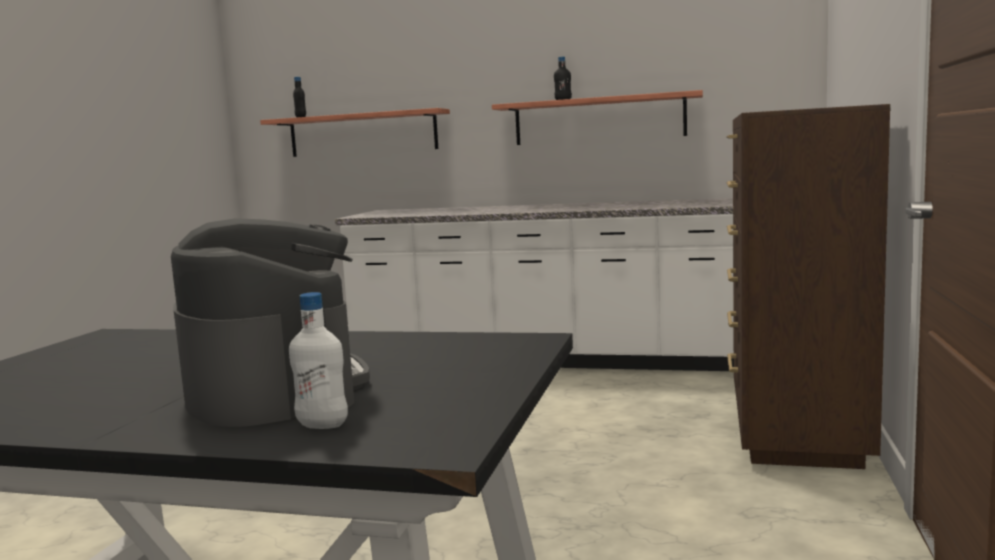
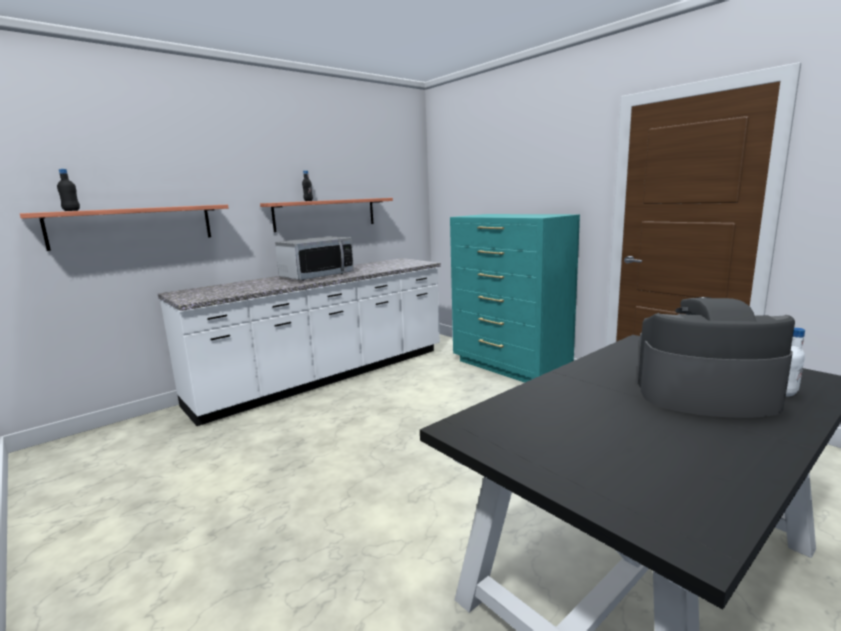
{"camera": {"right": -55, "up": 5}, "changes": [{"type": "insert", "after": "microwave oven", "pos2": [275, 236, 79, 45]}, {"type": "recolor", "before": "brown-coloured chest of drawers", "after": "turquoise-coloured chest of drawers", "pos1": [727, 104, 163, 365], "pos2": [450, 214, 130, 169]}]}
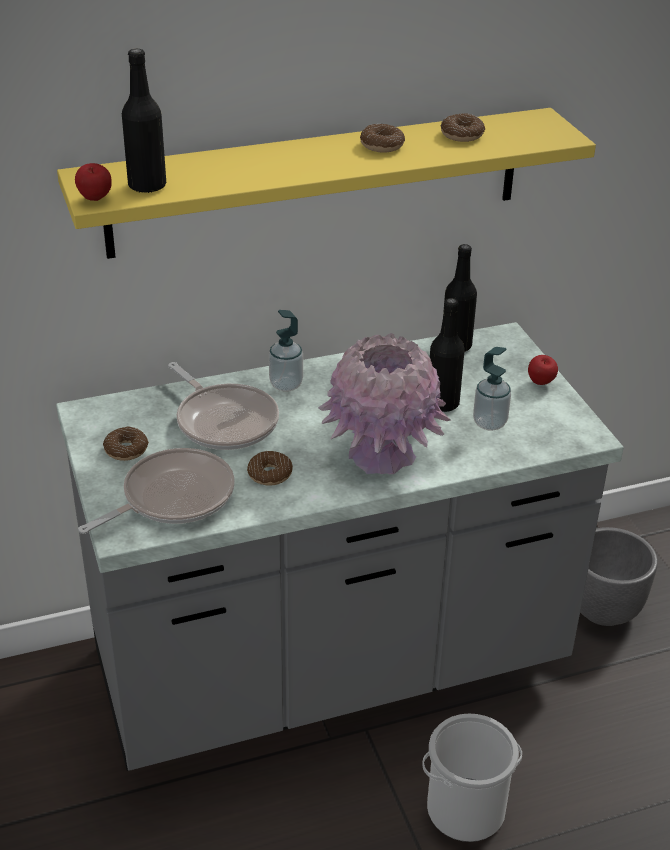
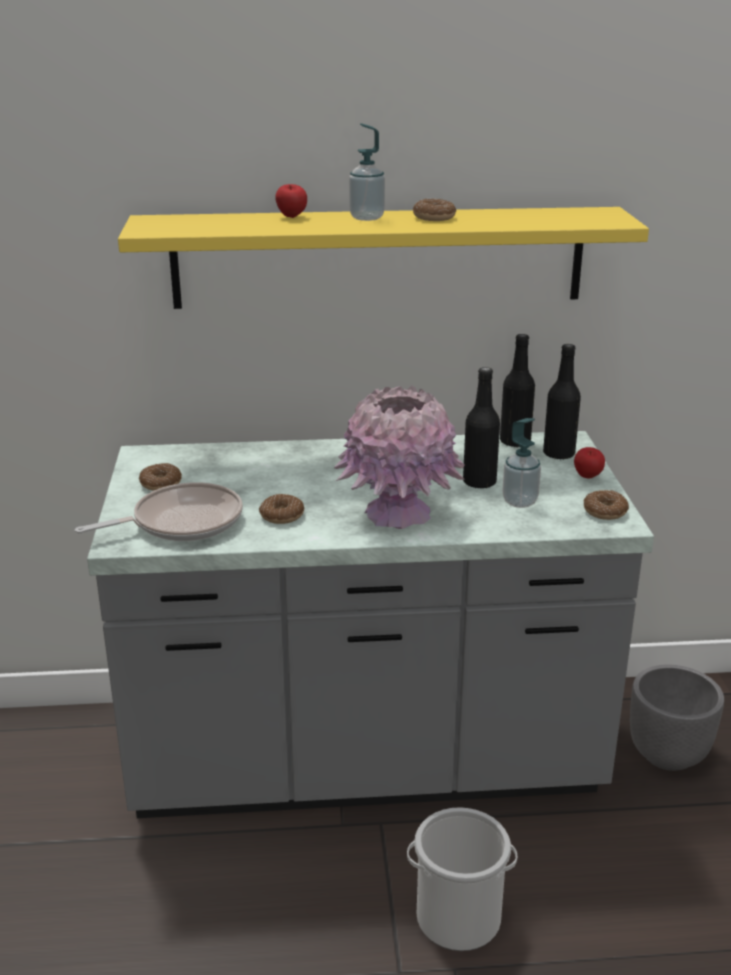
{"camera": {"right": 15, "up": -10}, "changes": [{"type": "move", "before": "apple fruit", "pos1": [75, 163, 37, 38], "pos2": [275, 184, 32, 34]}, {"type": "move", "before": "soap dispenser", "pos1": [269, 310, 34, 82], "pos2": [349, 123, 36, 98]}, {"type": "move", "before": "black drink bottle", "pos1": [122, 49, 44, 144], "pos2": [543, 344, 38, 116]}, {"type": "move", "before": "doughnut", "pos1": [440, 113, 45, 29], "pos2": [584, 490, 45, 30]}, {"type": "delete", "before": "skillet", "pos1": [168, 362, 111, 88]}]}
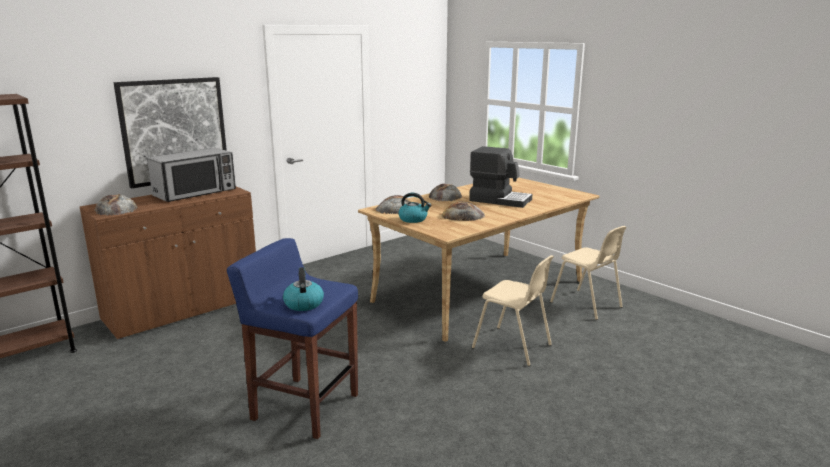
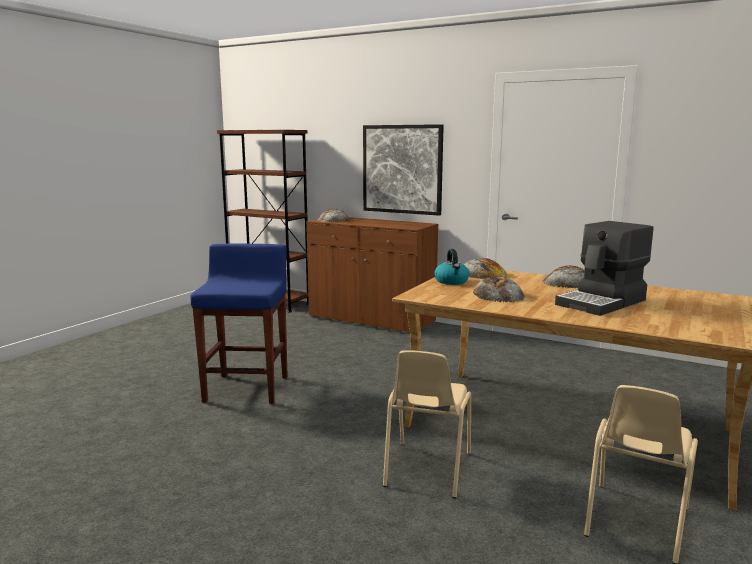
{"camera": {"right": 70, "up": -5}, "changes": [{"type": "rotate", "before": "coffee maker", "pos1": [469, 146, 63, 62], "pos2": [555, 221, 98, 95], "turn": 45}, {"type": "delete", "before": "microwave oven", "pos1": [147, 148, 89, 54]}, {"type": "delete", "before": "kettle", "pos1": [283, 267, 41, 44]}]}
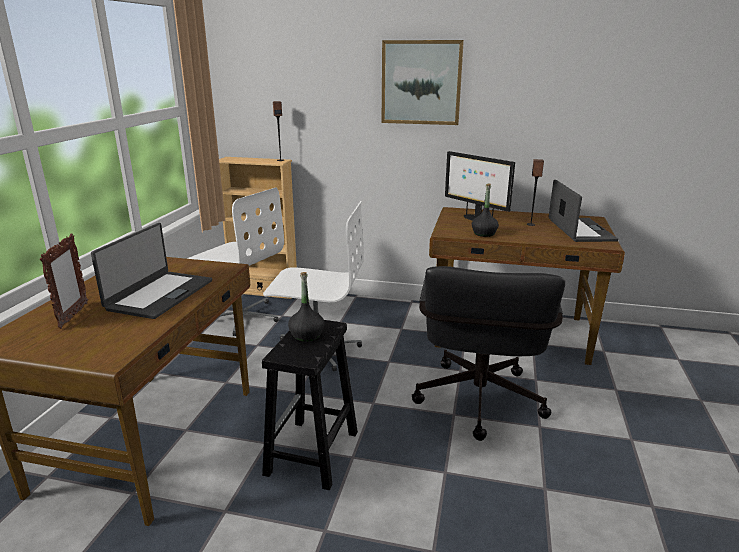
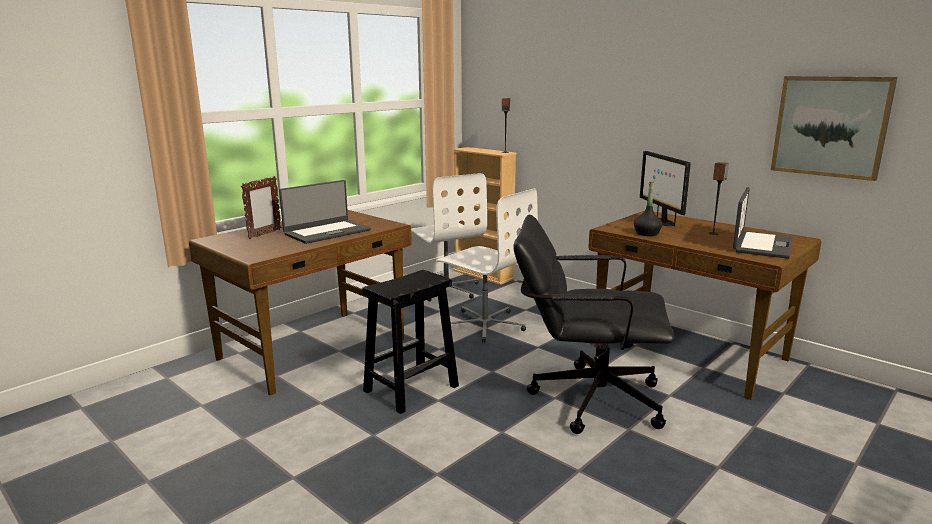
{"camera": {"right": 30, "up": -5}, "changes": [{"type": "rotate", "before": "black desk chair", "pos1": [412, 266, 153, 175], "pos2": [513, 215, 161, 219], "turn": 60}, {"type": "move", "before": "wall art", "pos1": [382, 40, 82, 85], "pos2": [771, 76, 126, 105]}, {"type": "delete", "before": "black drink bottle", "pos1": [288, 272, 36, 70]}]}
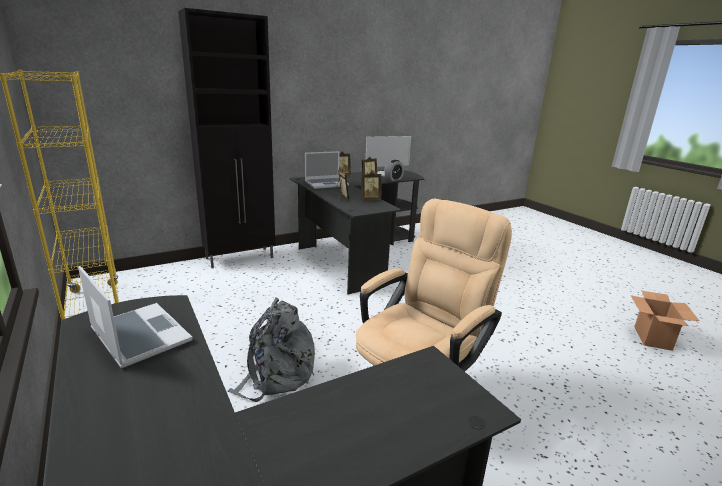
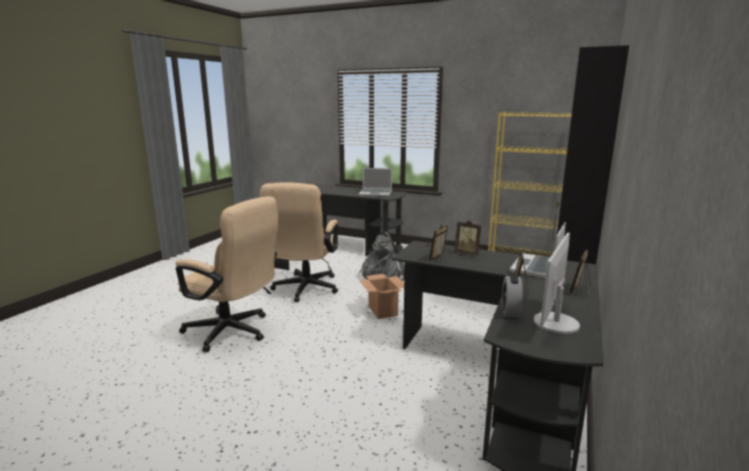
{"camera": {"right": 145, "up": -5}, "changes": [{"type": "insert", "after": "sand-coloured desk chair", "pos2": [176, 196, 103, 156]}, {"type": "move", "before": "carton", "pos1": [631, 291, 68, 60], "pos2": [359, 274, 45, 45]}]}
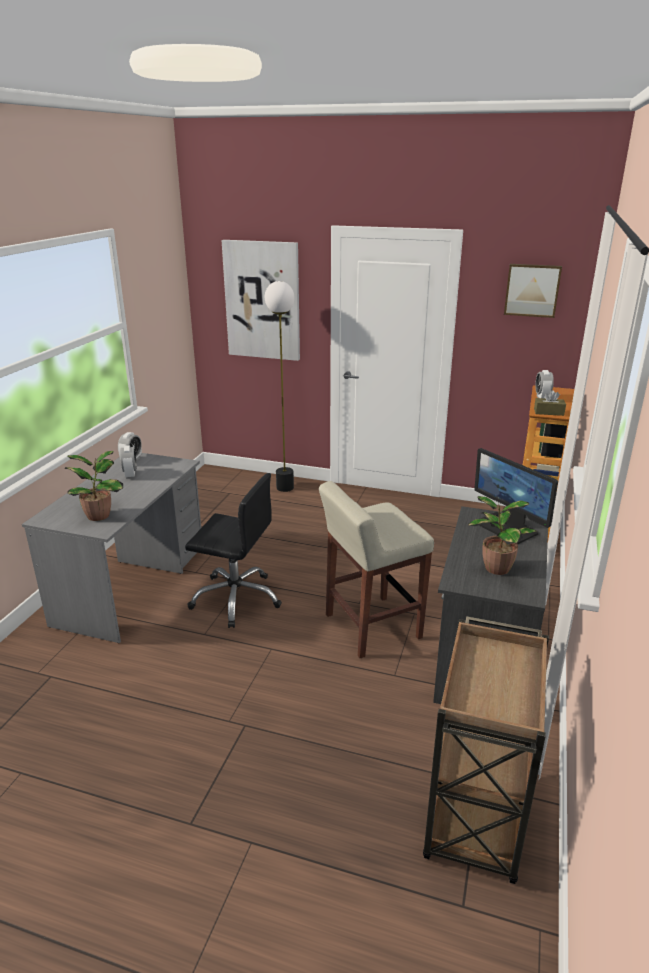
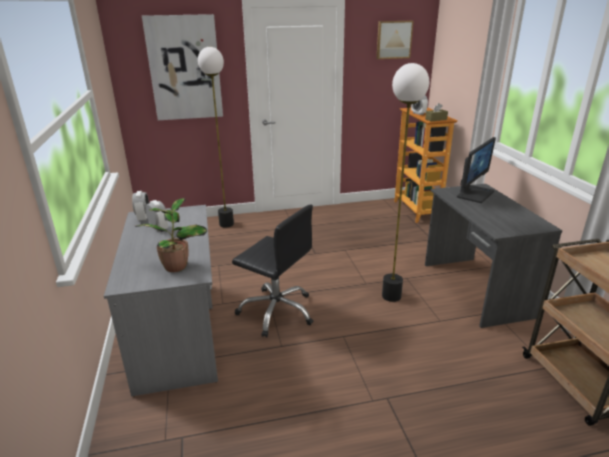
{"camera": {"right": -30, "up": 0}, "changes": [{"type": "rotate", "before": "black desk chair", "pos1": [185, 473, 97, 155], "pos2": [232, 204, 81, 133], "turn": 45}, {"type": "replace", "before": "sand-coloured stool seat", "after": "standing lamp", "pos1": [319, 481, 115, 177], "pos2": [382, 63, 47, 239]}, {"type": "rotate", "before": "monitor", "pos1": [474, 448, 84, 96], "pos2": [457, 137, 39, 66], "turn": -75}, {"type": "delete", "before": "potted plant", "pos1": [468, 496, 68, 79]}]}
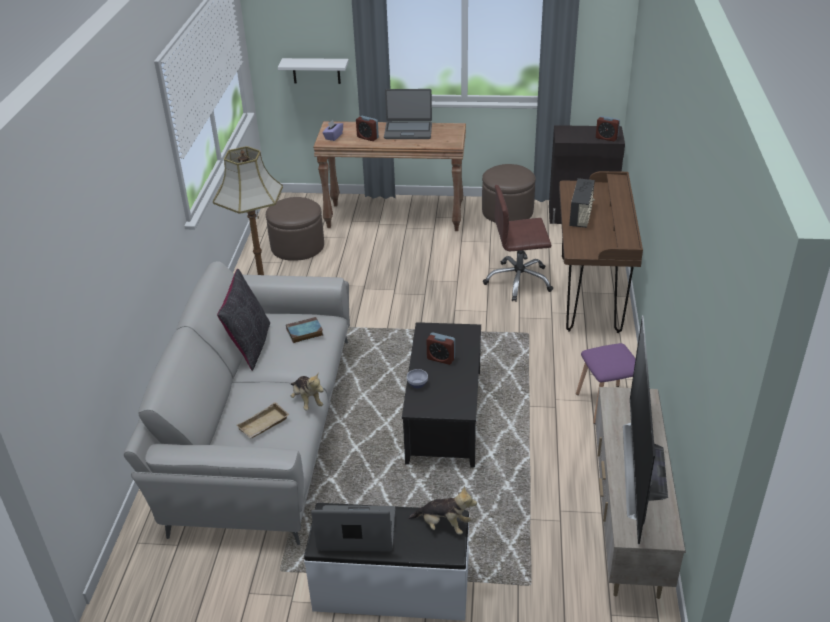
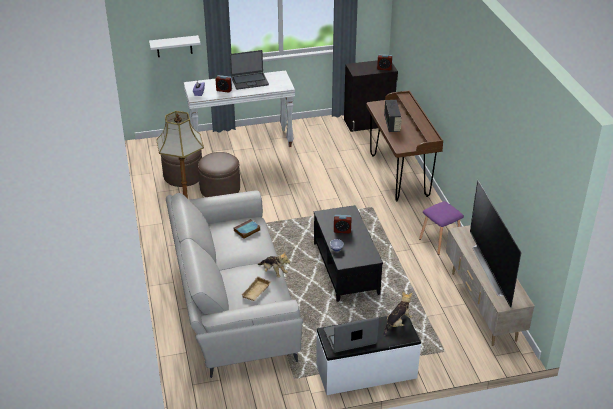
{"camera": {"right": -20, "up": 0}, "changes": [{"type": "recolor", "before": "brown-coloured console table", "after": "white-coloured console table", "pos1": [313, 121, 153, 110], "pos2": [184, 70, 111, 77]}, {"type": "move", "before": "brown-coloured footrest", "pos1": [482, 164, 54, 59], "pos2": [198, 152, 42, 45]}, {"type": "rotate", "before": "soft toy", "pos1": [408, 486, 69, 49], "pos2": [384, 292, 28, 43], "turn": -45}, {"type": "delete", "before": "black pillow", "pos1": [217, 269, 53, 102]}, {"type": "delete", "before": "brown-coloured desk chair", "pos1": [483, 185, 70, 117]}]}
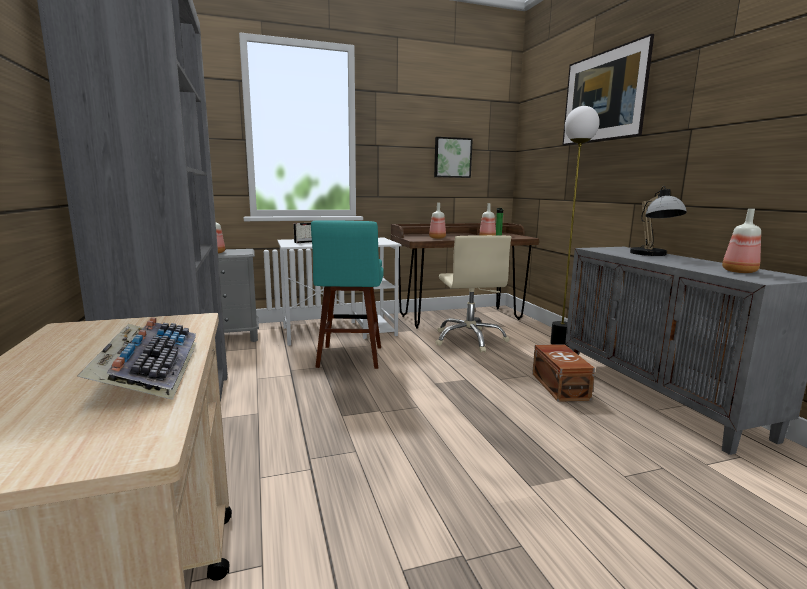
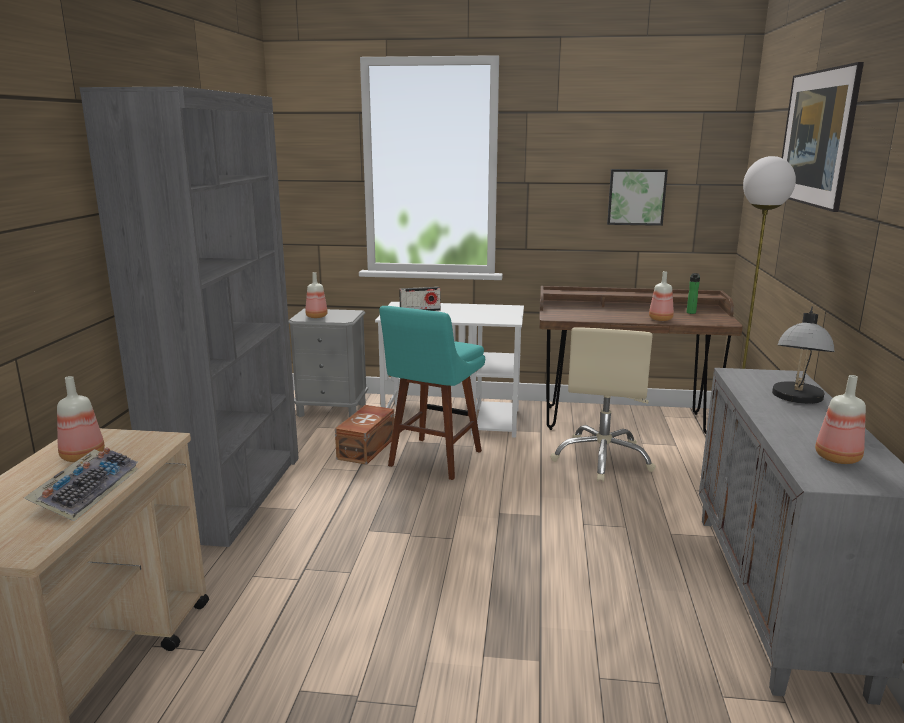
{"camera": {"right": 25, "up": 5}, "changes": [{"type": "move", "before": "drink bottle", "pos1": [429, 203, 17, 36], "pos2": [57, 376, 48, 86]}, {"type": "move", "before": "brown-coloured storage bin", "pos1": [532, 344, 63, 58], "pos2": [335, 405, 59, 60]}]}
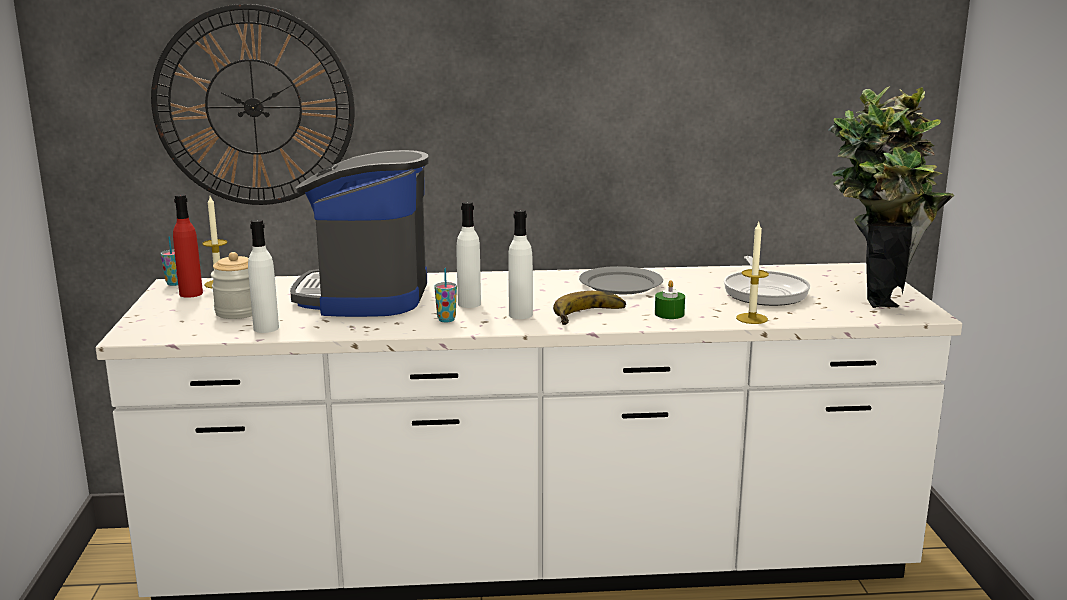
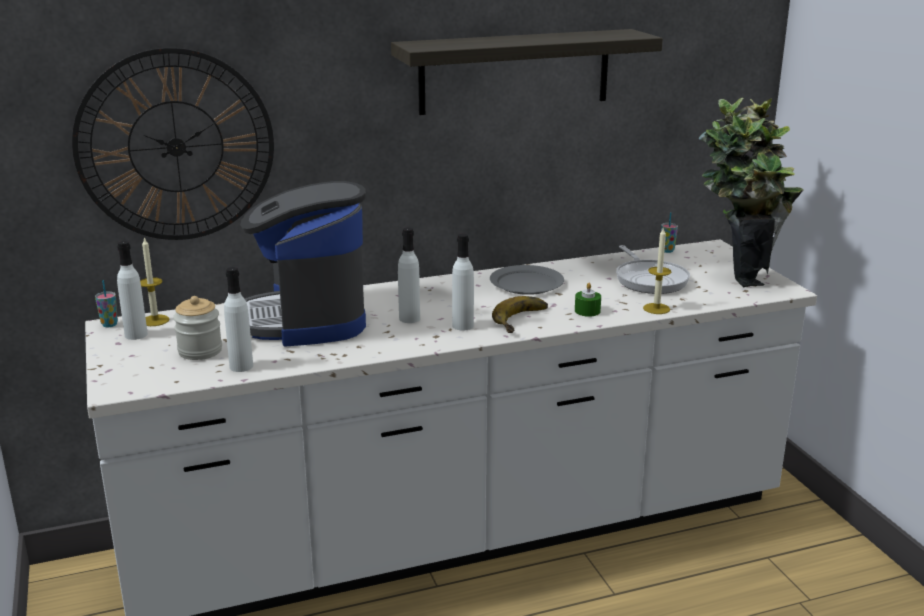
{"camera": {"right": -15, "up": 5}, "changes": [{"type": "recolor", "before": "red drink bottle", "after": "white-coloured drink bottle", "pos1": [173, 194, 30, 104], "pos2": [117, 241, 31, 99]}, {"type": "insert", "after": "wall shelf", "pos2": [391, 29, 272, 86]}, {"type": "move", "before": "small cup", "pos1": [434, 268, 23, 54], "pos2": [661, 212, 17, 41]}]}
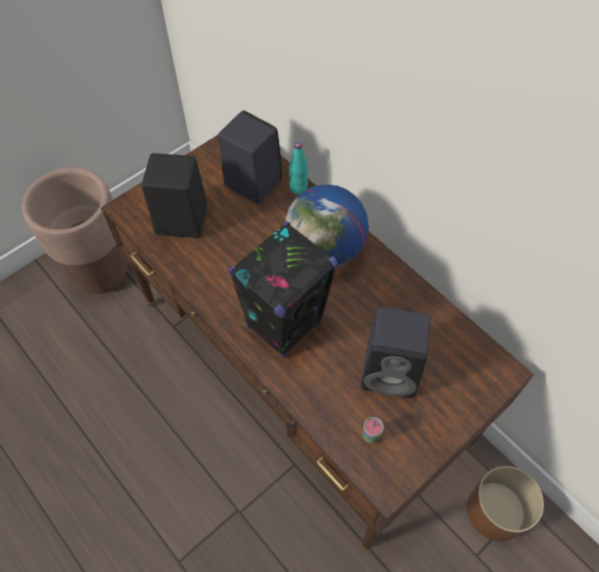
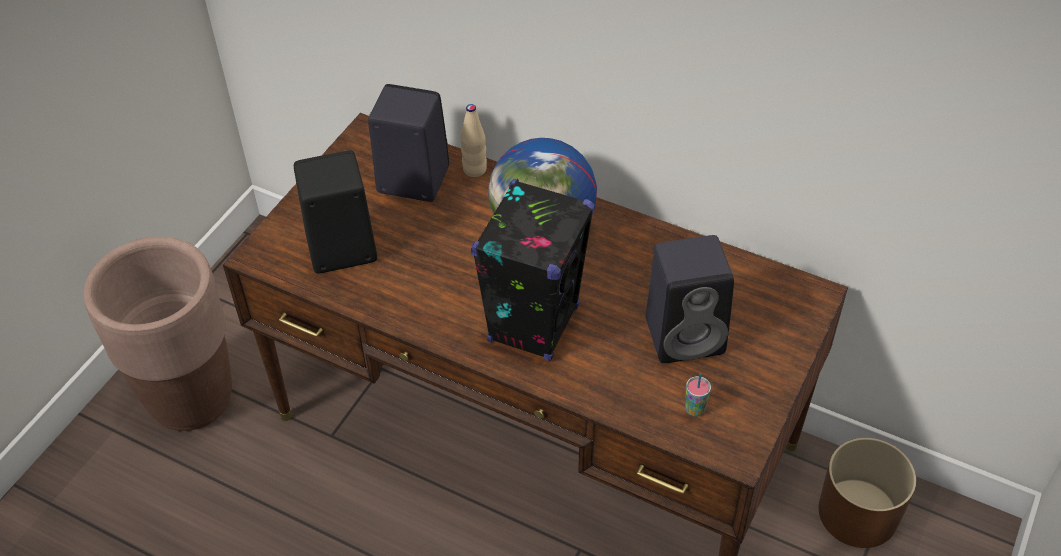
{"camera": {"right": -20, "up": -10}, "changes": [{"type": "recolor", "before": "turquoise-coloured drink bottle", "after": "sand-coloured drink bottle", "pos1": [289, 142, 19, 52], "pos2": [461, 104, 26, 73]}]}
